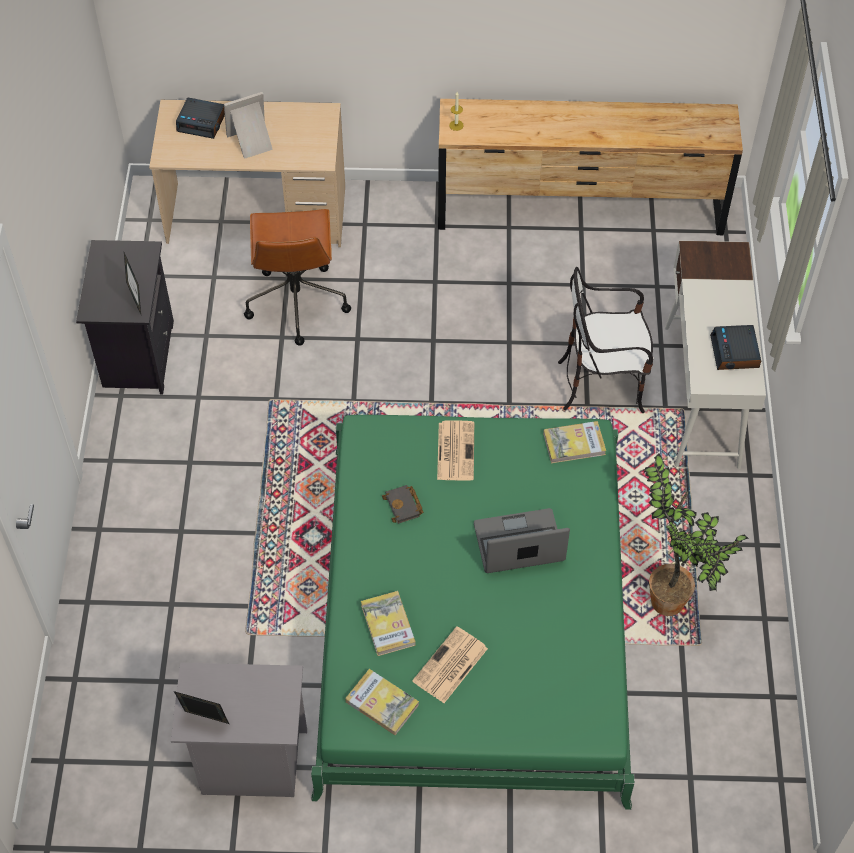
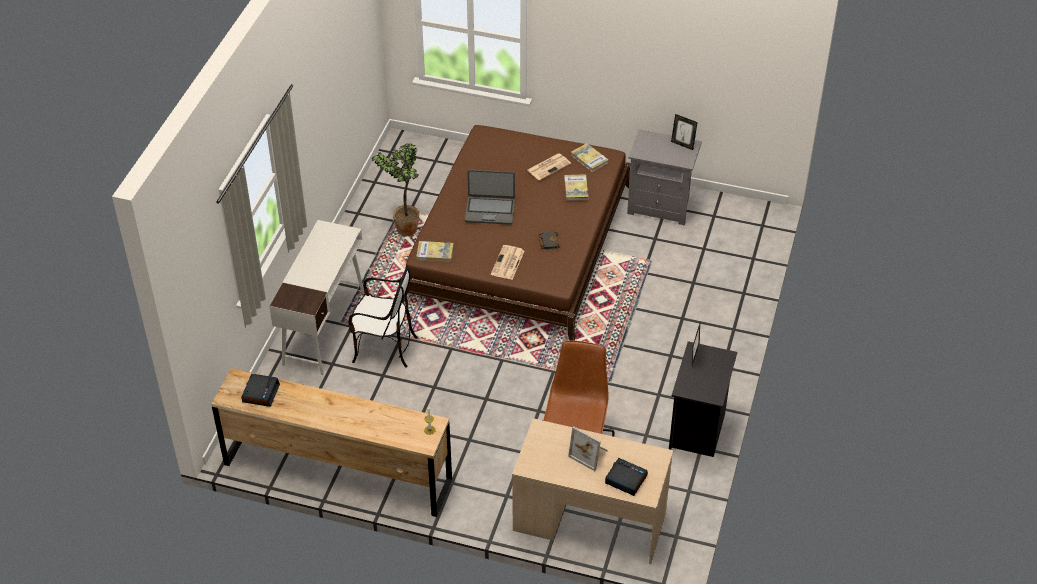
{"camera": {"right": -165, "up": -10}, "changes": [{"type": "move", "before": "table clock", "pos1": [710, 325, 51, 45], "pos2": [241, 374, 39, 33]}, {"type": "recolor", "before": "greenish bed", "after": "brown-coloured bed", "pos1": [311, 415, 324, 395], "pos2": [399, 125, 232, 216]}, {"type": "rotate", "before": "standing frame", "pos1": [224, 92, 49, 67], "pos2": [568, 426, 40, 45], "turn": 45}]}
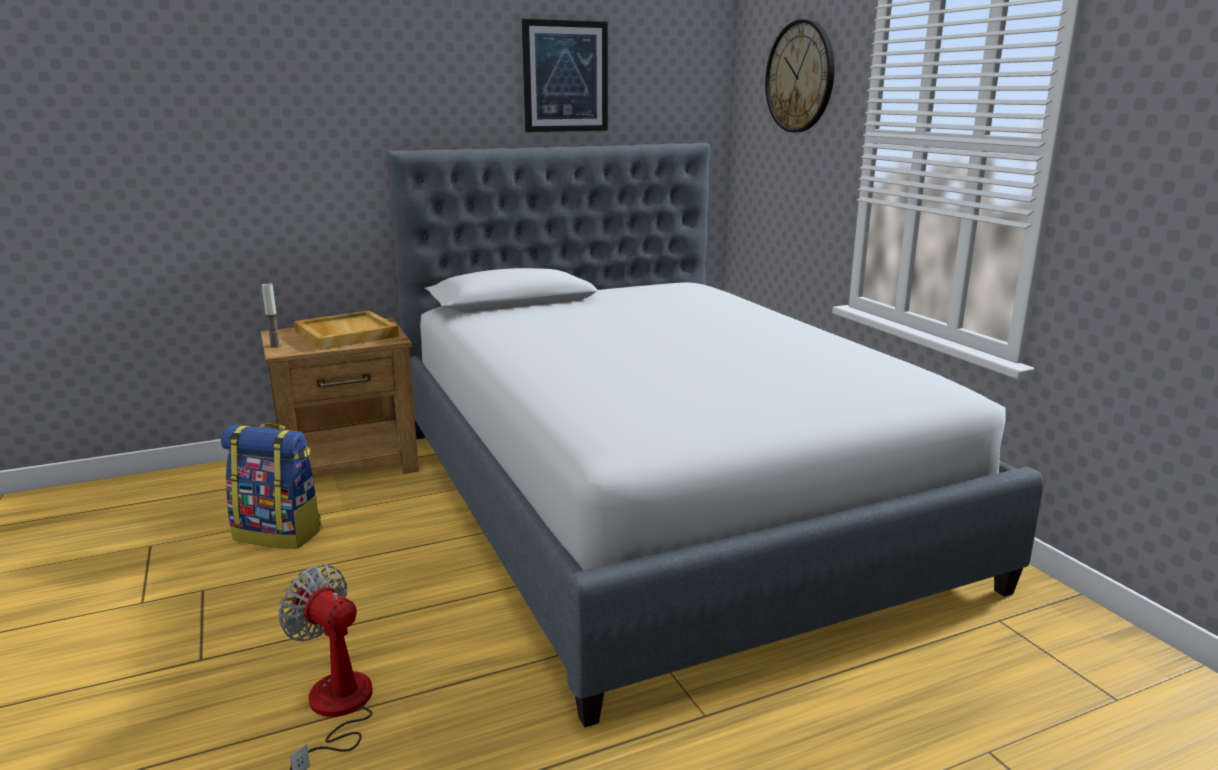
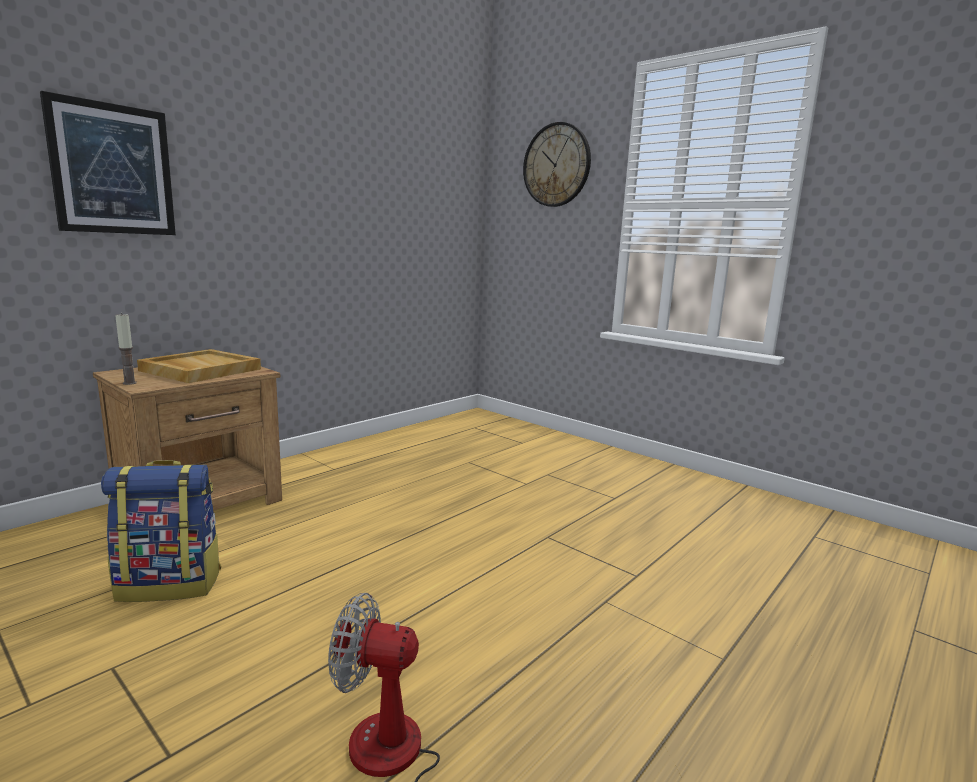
{"camera": {"right": -25, "up": -5}, "changes": [{"type": "move", "before": "wall art", "pos1": [522, 19, 86, 113], "pos2": [40, 91, 136, 144]}, {"type": "delete", "before": "bed", "pos1": [386, 143, 658, 585]}]}
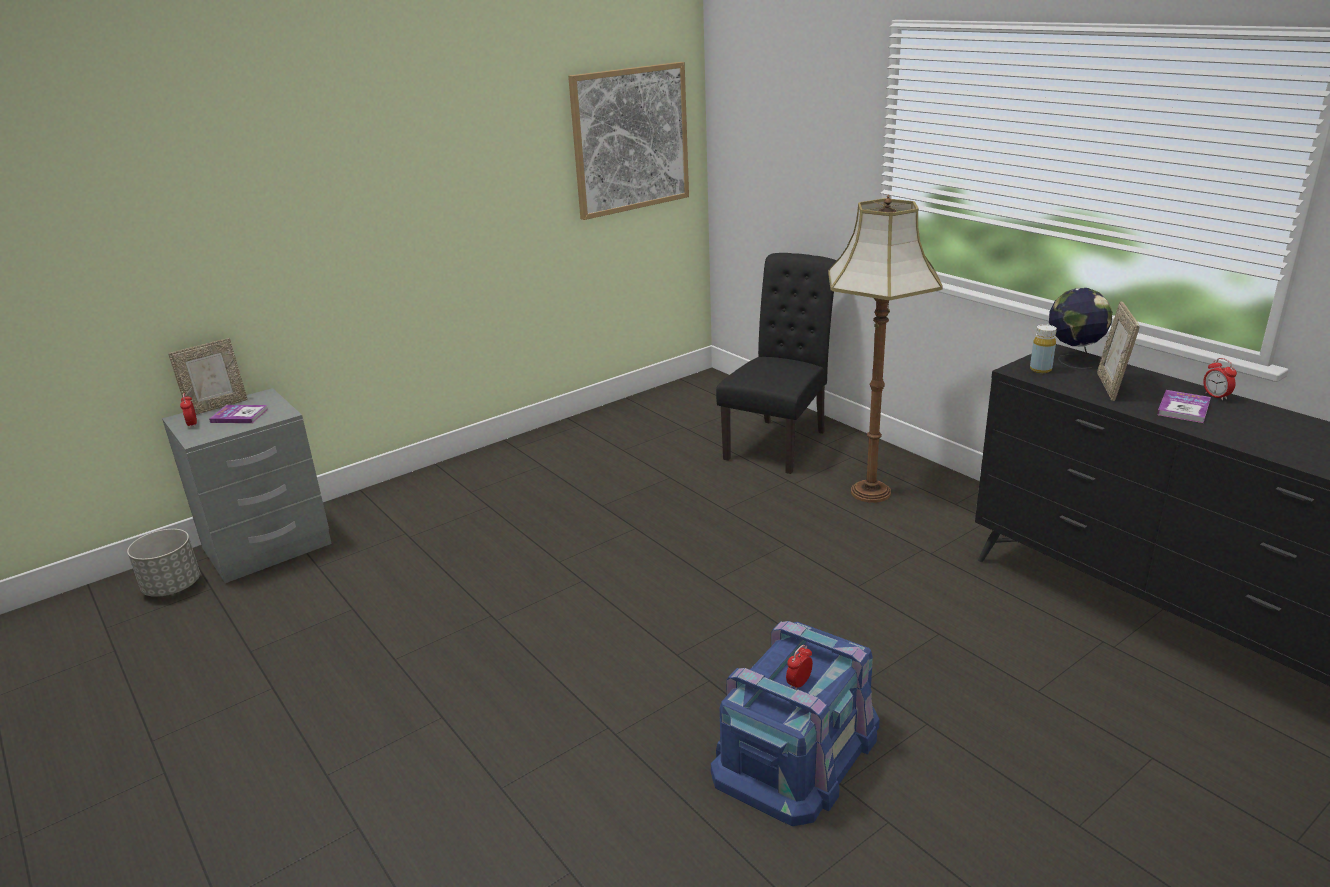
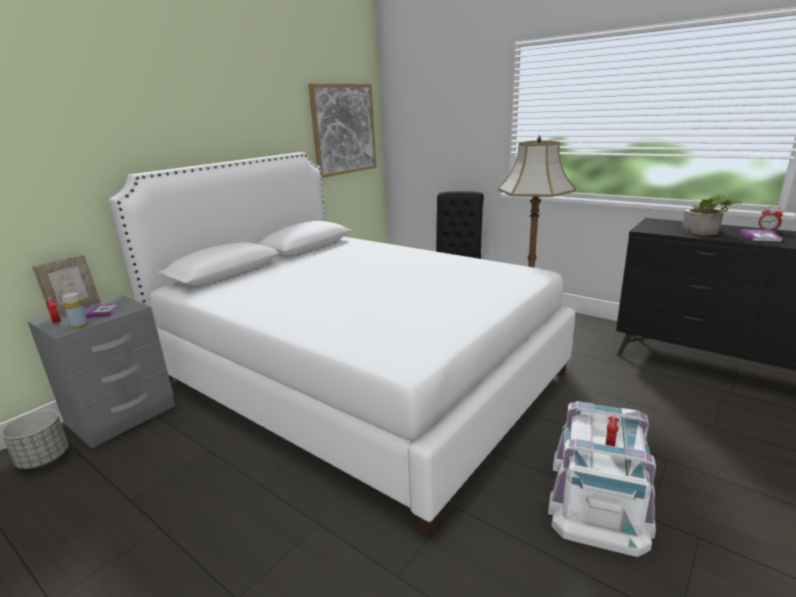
{"camera": {"right": -15, "up": -5}, "changes": [{"type": "move", "before": "yellowish drink bottle", "pos1": [1030, 325, 27, 48], "pos2": [62, 292, 26, 37]}, {"type": "insert", "after": "white-coloured bed", "pos2": [109, 152, 466, 384]}, {"type": "recolor", "before": "blue-coloured storage bin", "after": "white-coloured storage bin", "pos1": [711, 621, 169, 205], "pos2": [548, 401, 108, 156]}, {"type": "replace", "before": "standing frame", "after": "potted plant", "pos1": [1097, 301, 43, 100], "pos2": [681, 194, 62, 42]}, {"type": "delete", "before": "desk globe", "pos1": [1049, 288, 63, 81]}]}
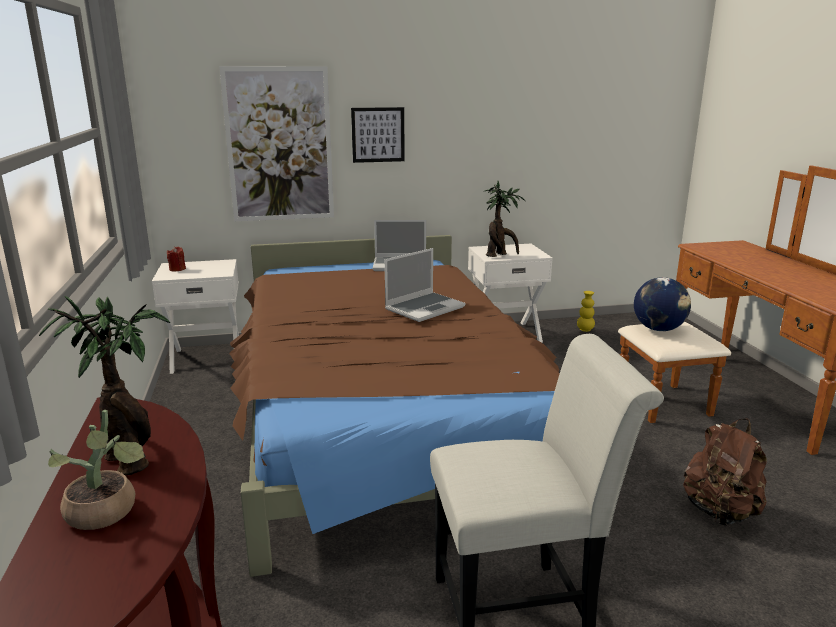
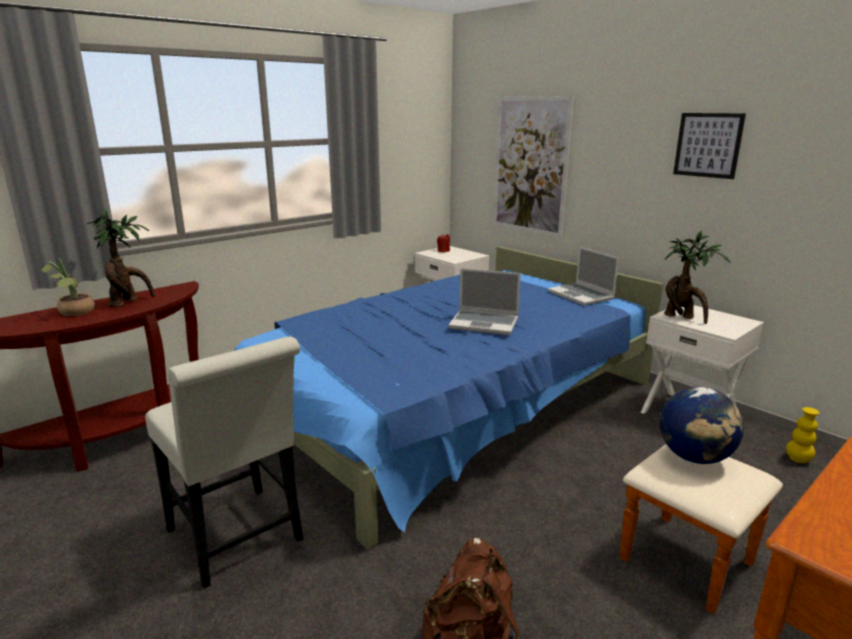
{"camera": {"right": 60, "up": 0}, "changes": [{"type": "recolor", "before": "brown-coloured bed", "after": "blue-coloured bed", "pos1": [229, 235, 330, 342], "pos2": [234, 246, 429, 303]}, {"type": "move", "before": "wall art", "pos1": [351, 107, 54, 56], "pos2": [673, 113, 73, 66]}]}
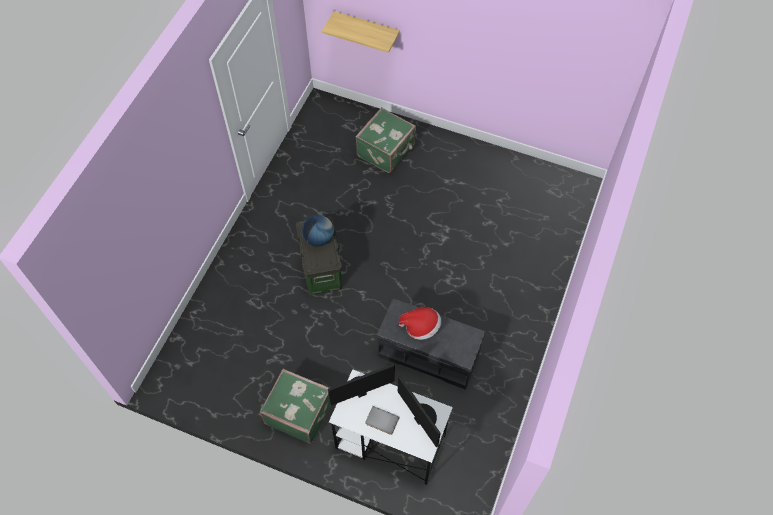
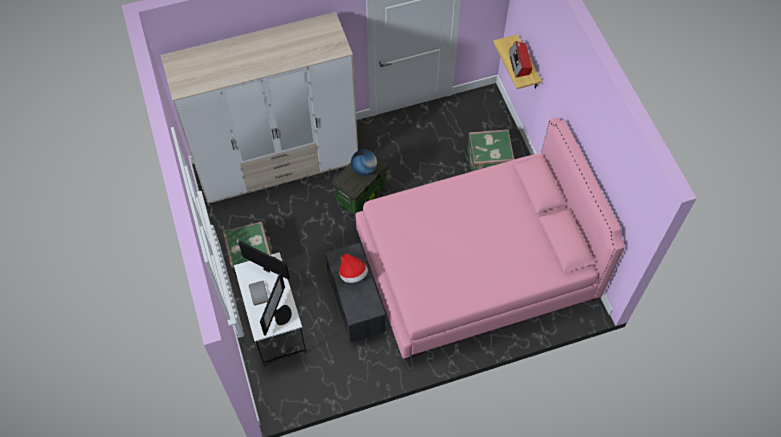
{"camera": {"right": 50, "up": 0}, "changes": [{"type": "insert", "after": "armoire", "pos2": [161, 12, 197, 193]}, {"type": "insert", "after": "pinkish bed", "pos2": [355, 117, 270, 243]}, {"type": "insert", "after": "radio", "pos2": [509, 41, 23, 36]}]}
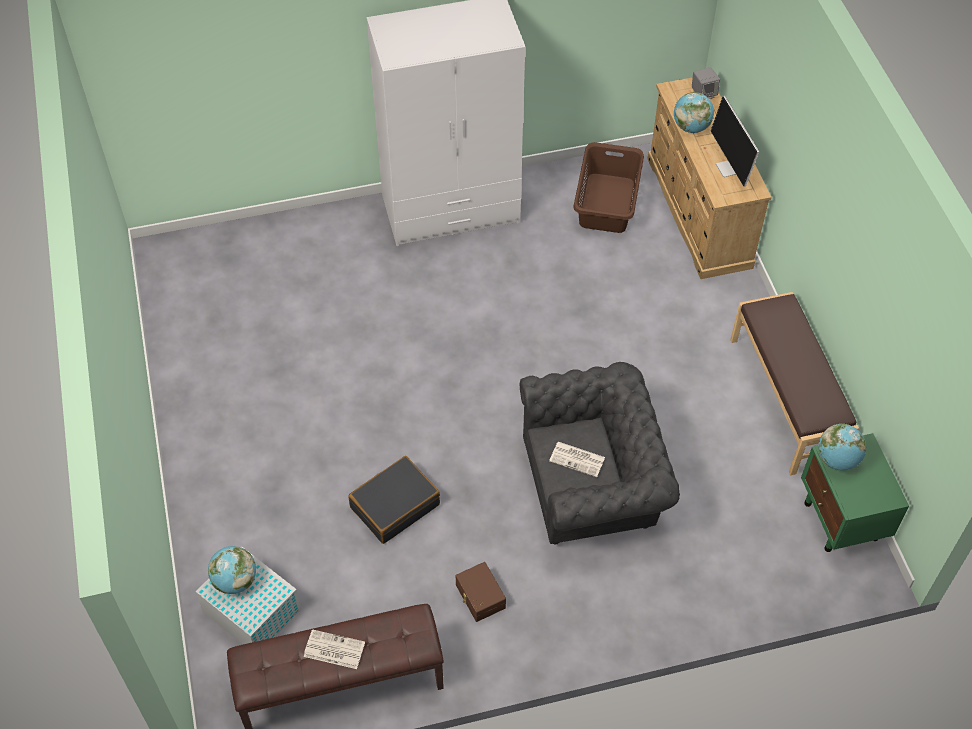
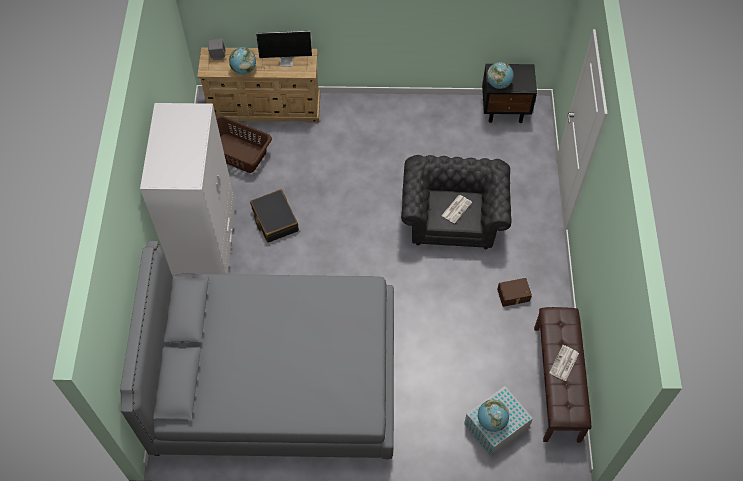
{"camera": {"right": -75, "up": 5}, "changes": [{"type": "insert", "after": "gray bed", "pos2": [120, 241, 274, 218]}, {"type": "move", "before": "black travel case", "pos1": [349, 456, 91, 88], "pos2": [250, 189, 49, 54]}, {"type": "recolor", "before": "greenish night table", "after": "black night table", "pos1": [801, 433, 108, 119], "pos2": [482, 64, 55, 59]}, {"type": "delete", "before": "brown-coloured long seat", "pos1": [730, 292, 129, 183]}]}
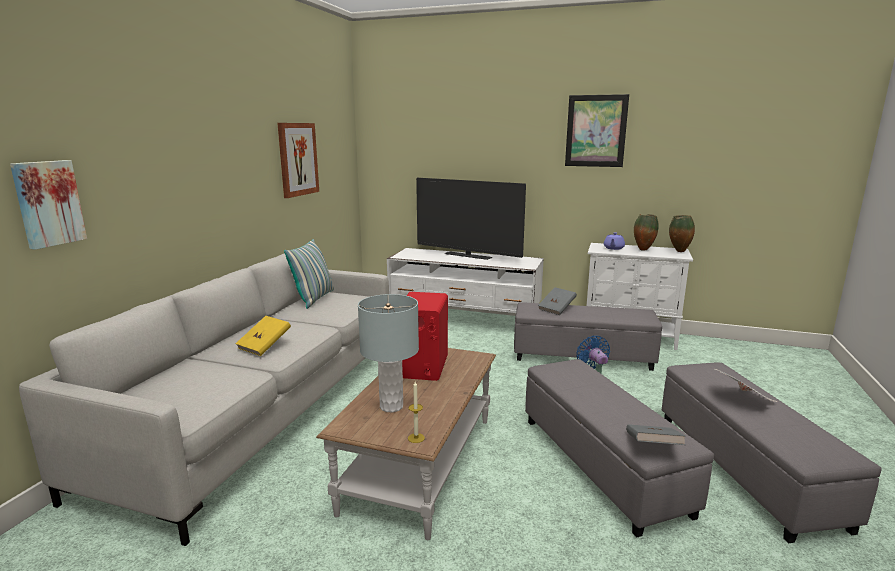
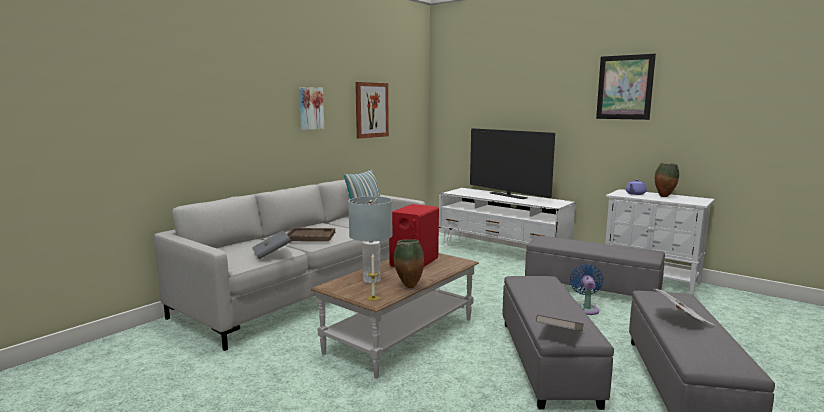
{"camera": {"right": 20, "up": -5}, "changes": [{"type": "move", "before": "gray volume", "pos1": [538, 287, 39, 28], "pos2": [252, 231, 40, 28]}, {"type": "replace", "before": "yellowish volume", "after": "brown-coloured carrying tray", "pos1": [235, 316, 56, 40], "pos2": [287, 228, 48, 14]}, {"type": "move", "before": "wall art", "pos1": [10, 160, 77, 90], "pos2": [299, 87, 25, 43]}, {"type": "move", "before": "vase", "pos1": [669, 215, 26, 37], "pos2": [394, 239, 30, 49]}]}
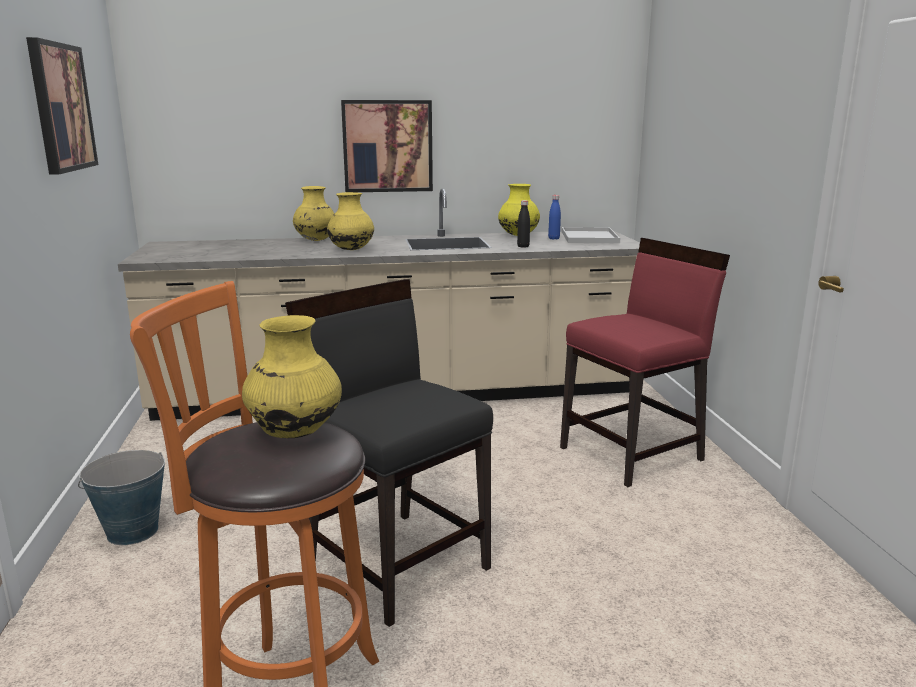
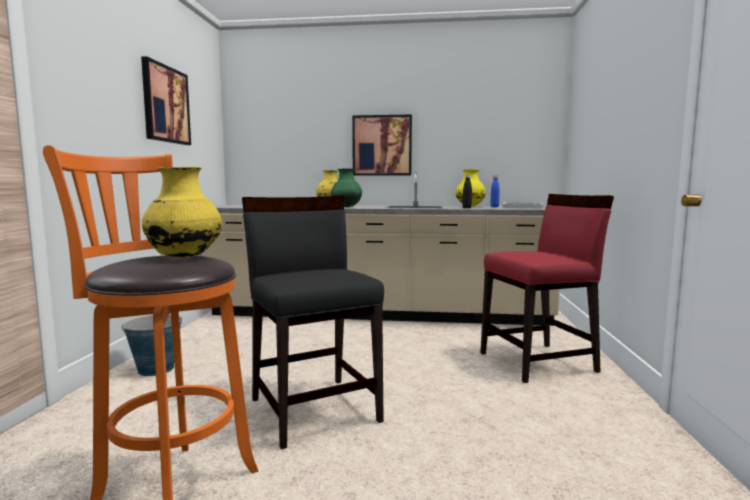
{"camera": {"right": 15, "up": -10}, "changes": [{"type": "recolor", "before": "yellowish vase", "after": "greenish vase", "pos1": [327, 192, 47, 58], "pos2": [331, 168, 31, 39]}]}
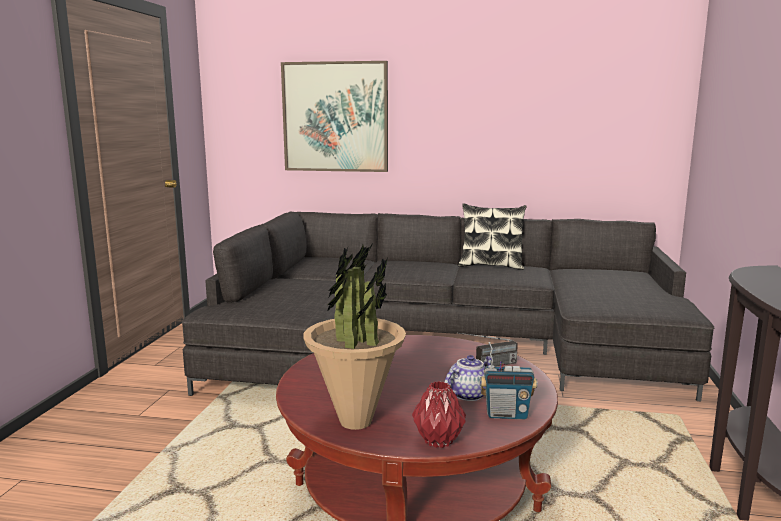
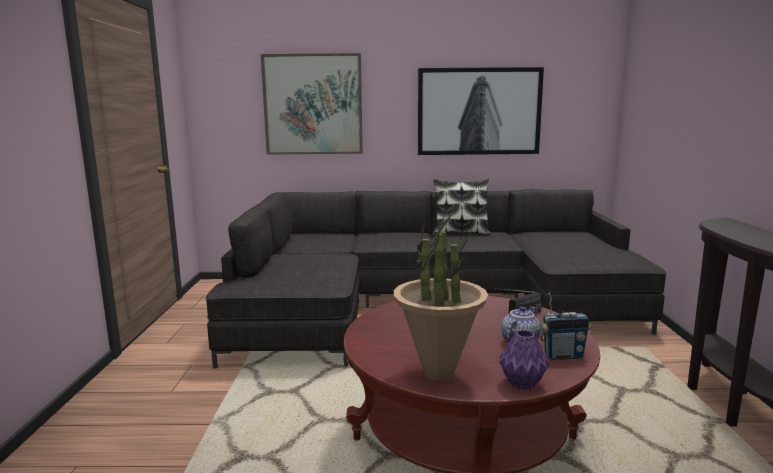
{"camera": {"right": -10, "up": 0}, "changes": [{"type": "insert", "after": "wall art", "pos2": [418, 67, 126, 88]}, {"type": "recolor", "before": "red vase", "after": "purple vase", "pos1": [412, 381, 54, 67], "pos2": [499, 330, 50, 60]}]}
